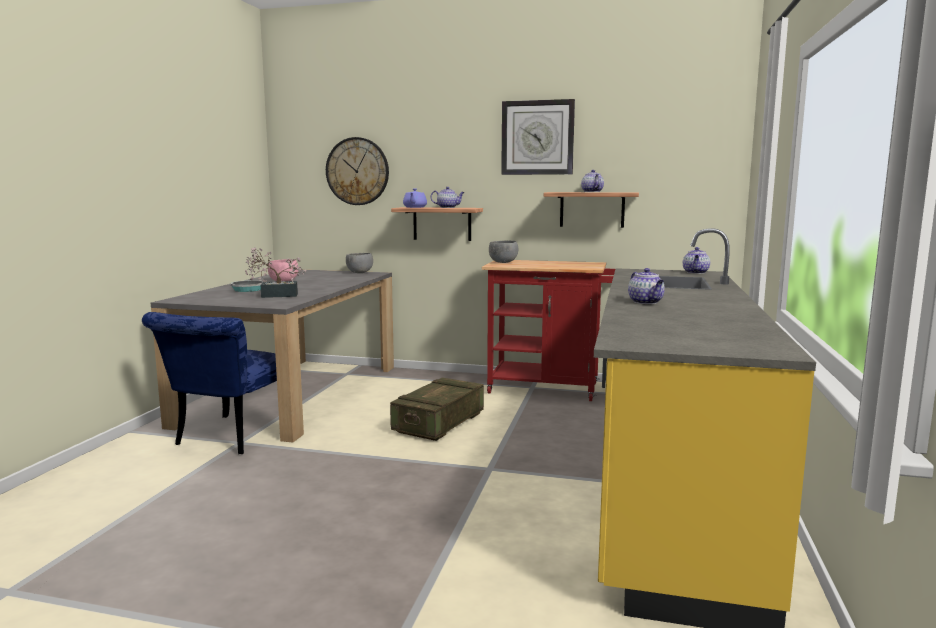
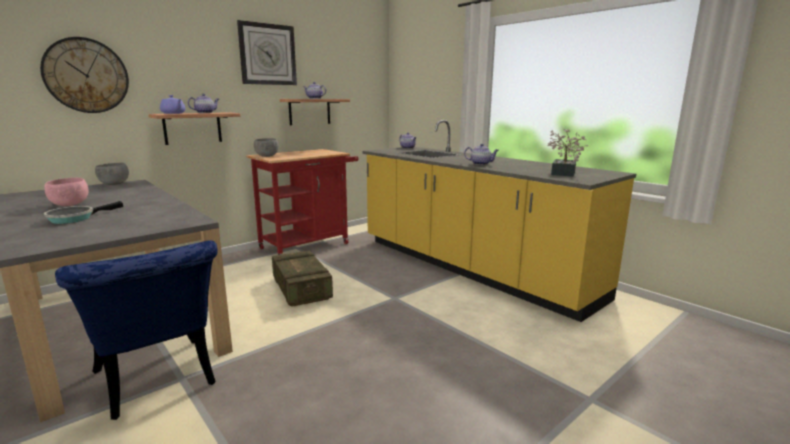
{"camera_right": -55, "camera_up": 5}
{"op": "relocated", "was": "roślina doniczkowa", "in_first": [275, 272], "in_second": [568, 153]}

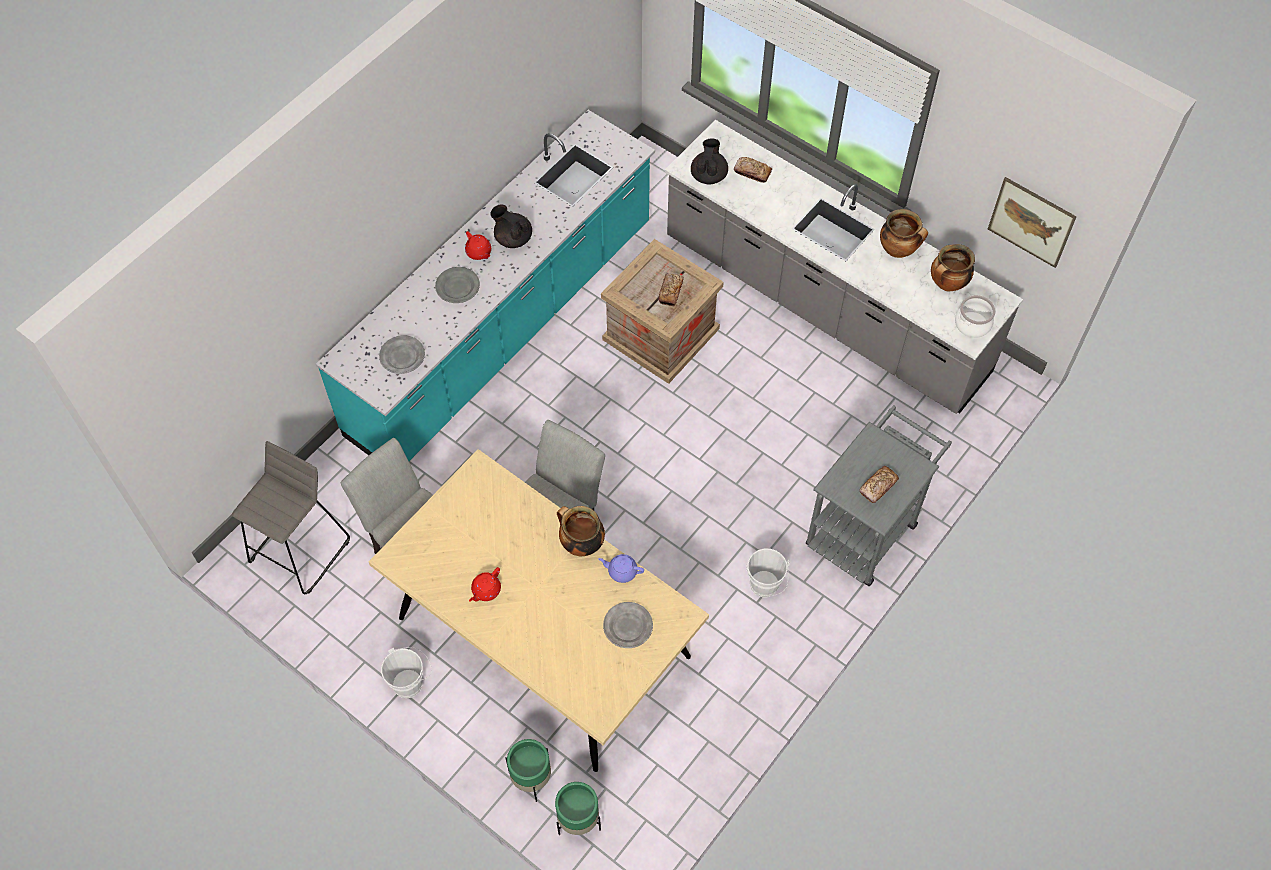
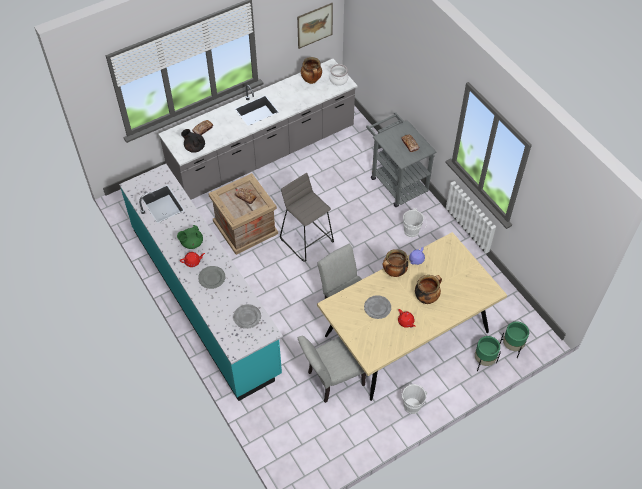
{"camera_right": -70, "camera_up": -5}
{"op": "relocated", "was": "stołek [szary]", "in_first": [291, 517], "in_second": [307, 217]}
{"op": "colour", "was": "imbryk [czarny]", "now": "imbryk [zielony]", "in_first": [511, 226], "in_second": [190, 237]}
{"op": "relocated", "was": "talerz [szary]", "in_first": [628, 625], "in_second": [377, 307]}
{"op": "relocated", "was": "garnek", "in_first": [904, 233], "in_second": [428, 289]}

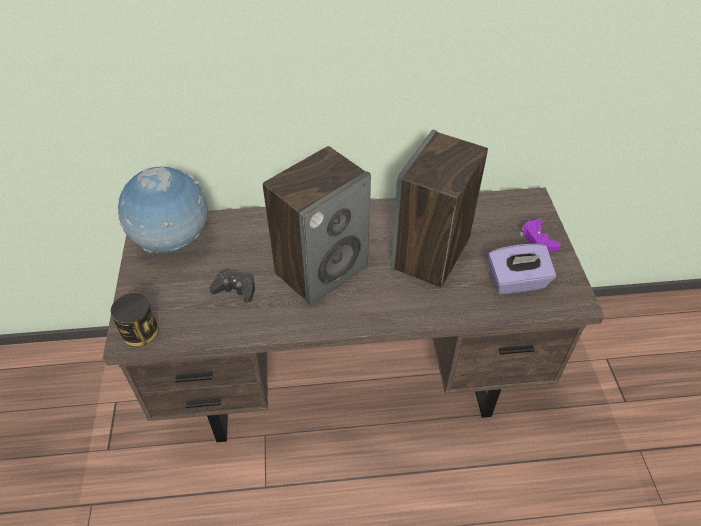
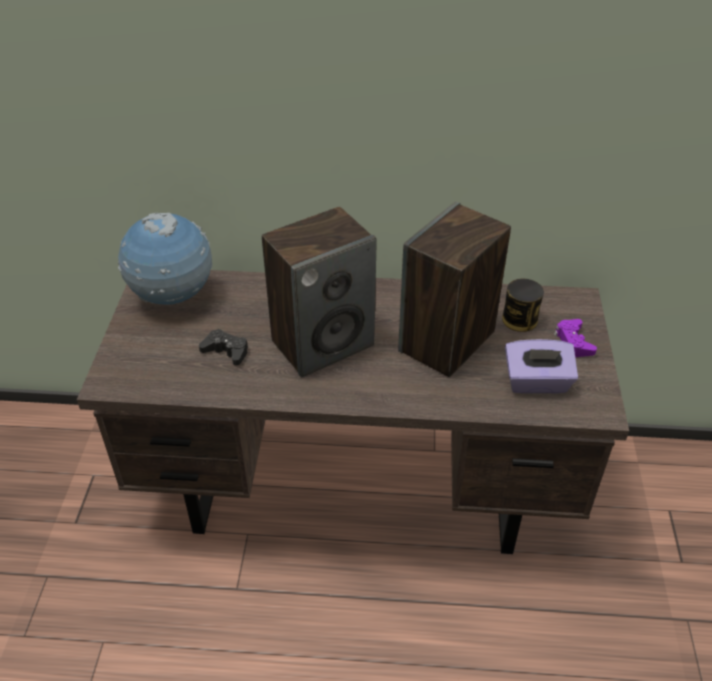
{"camera_right": 10, "camera_up": -5}
{"op": "relocated", "was": "puszka", "in_first": [135, 320], "in_second": [523, 305]}

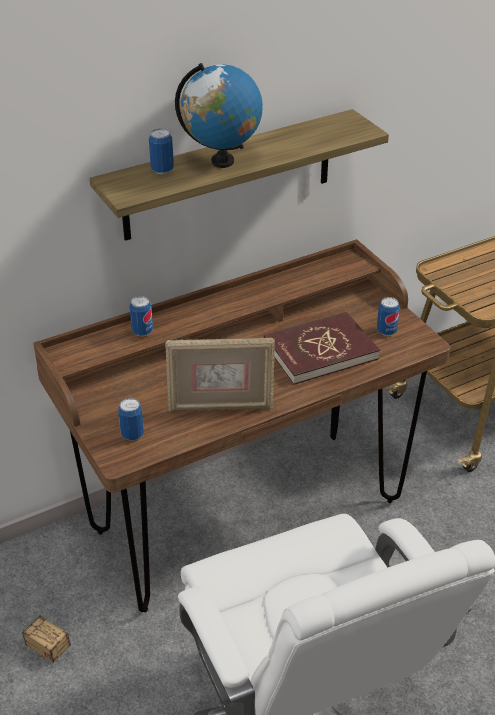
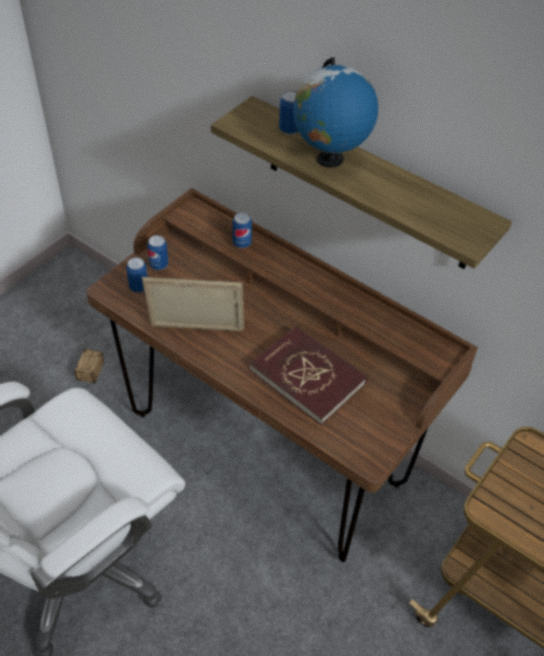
{"camera_right": 65, "camera_up": 10}
{"op": "spun", "was": "ramka na zdjęcie", "in_first": [220, 375], "in_second": [193, 304], "clockwise": 120}
{"op": "relocated", "was": "puszka", "in_first": [388, 316], "in_second": [157, 252]}

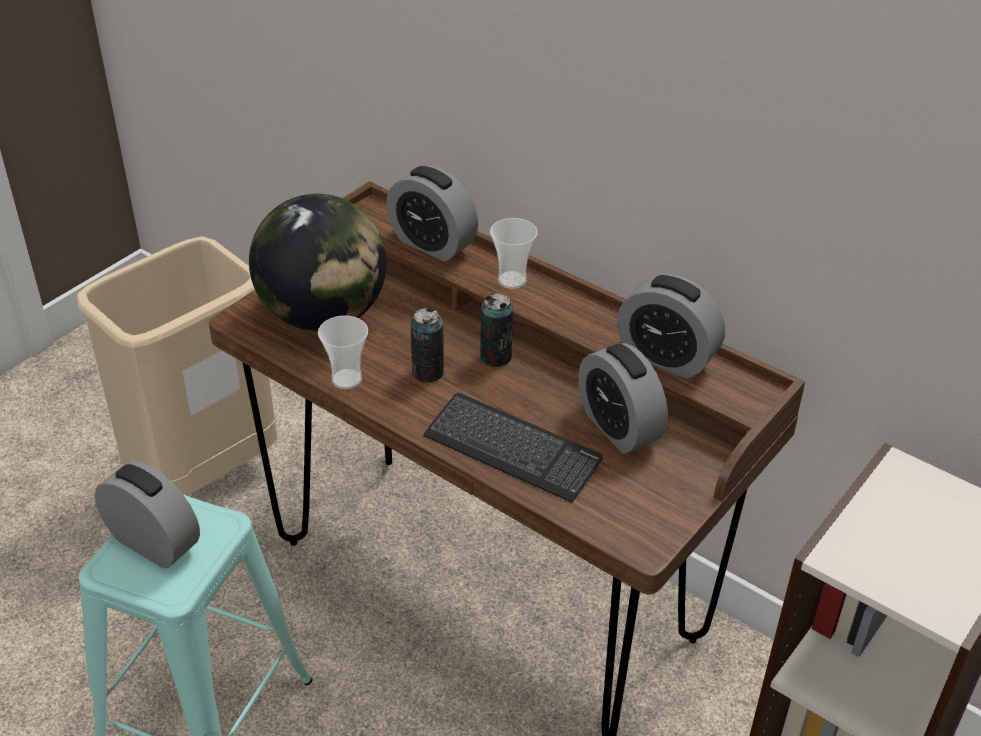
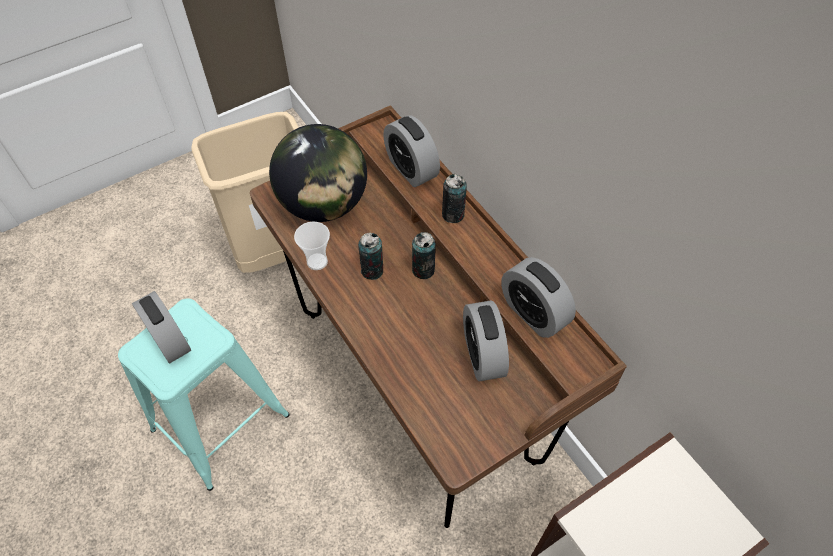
{"camera_right": 20, "camera_up": 15}
{"op": "missing", "was": "klawiatura", "in_first": [513, 448]}
{"op": "exchanged", "was": "filiżanka", "now": "puszka", "in_first": [514, 253], "in_second": [454, 198]}

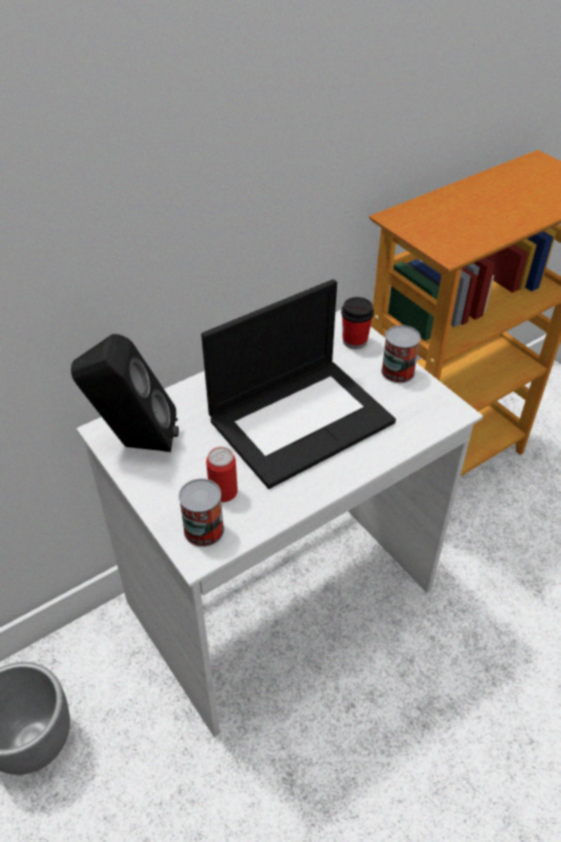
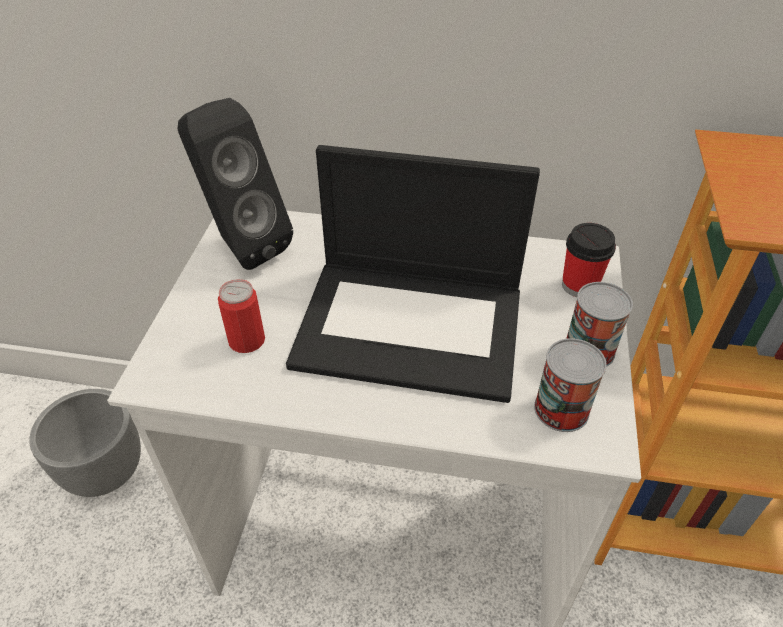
{"camera_right": 45, "camera_up": 0}
{"op": "relocated", "was": "puszka", "in_first": [201, 512], "in_second": [570, 385]}

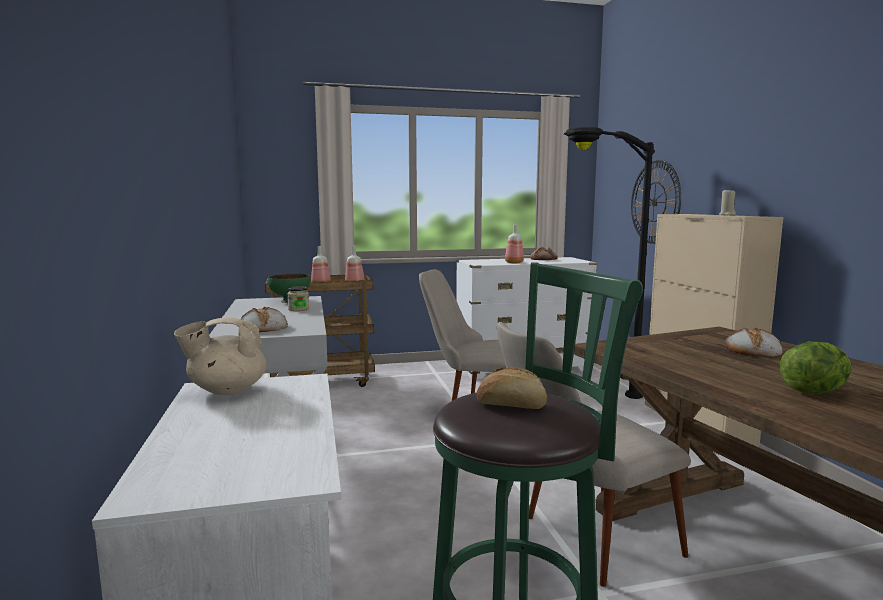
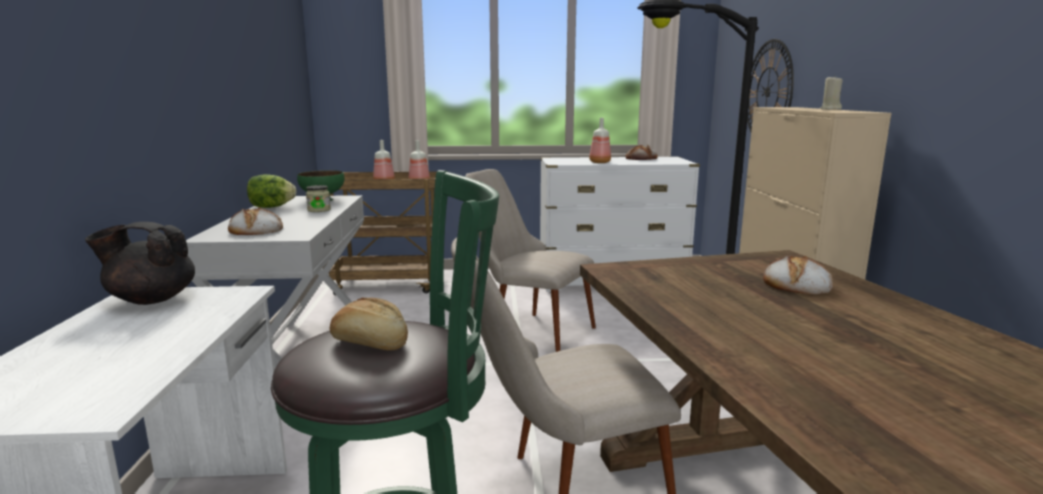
{"camera_right": 10, "camera_up": 5}
{"op": "colour", "was": "imbryk [beżowy]", "now": "imbryk [czarny]", "in_first": [220, 356], "in_second": [140, 263]}
{"op": "relocated", "was": "sałata", "in_first": [815, 368], "in_second": [272, 191]}

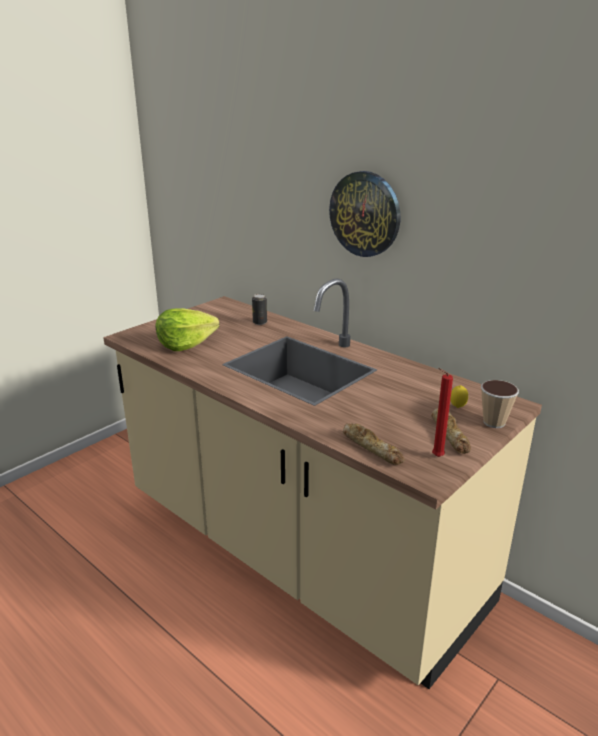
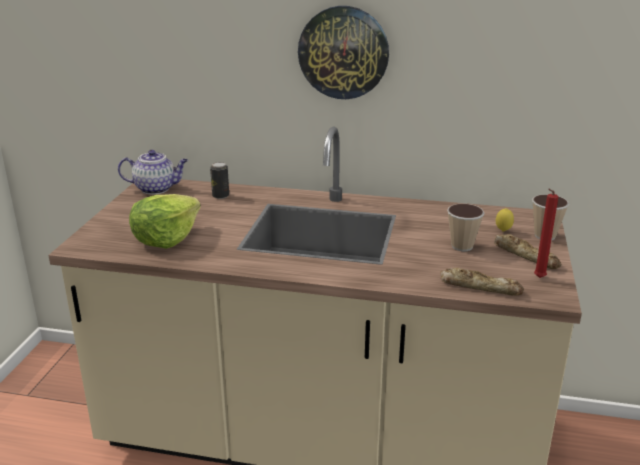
{"camera_right": -30, "camera_up": 0}
{"op": "appeared", "now": "imbryk", "in_second": [153, 172]}
{"op": "appeared", "now": "filiżanka", "in_second": [465, 227]}

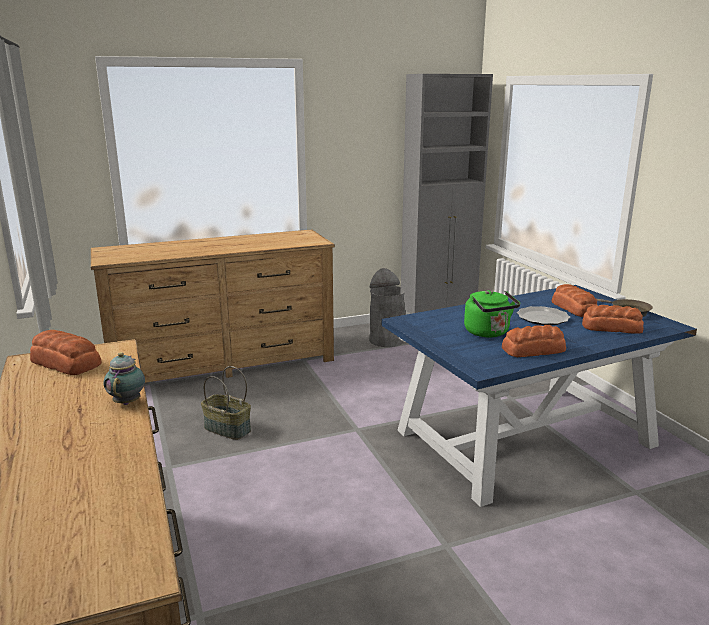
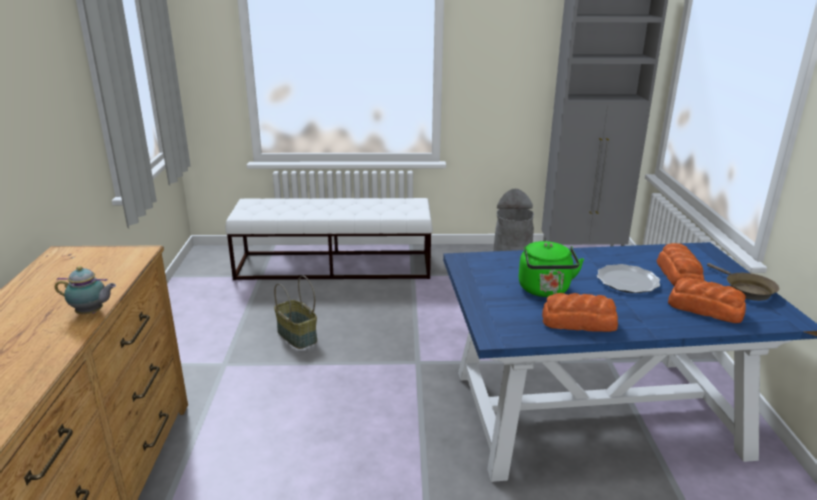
{"camera_right": 20, "camera_up": 5}
{"op": "missing", "was": "chleb", "in_first": [65, 352]}
{"op": "exchanged", "was": "komoda [brązowy]", "now": "ławka [biały]", "in_first": [213, 306], "in_second": [329, 239]}
{"op": "spun", "was": "imbryk", "in_first": [124, 378], "in_second": [85, 290], "clockwise": 75}

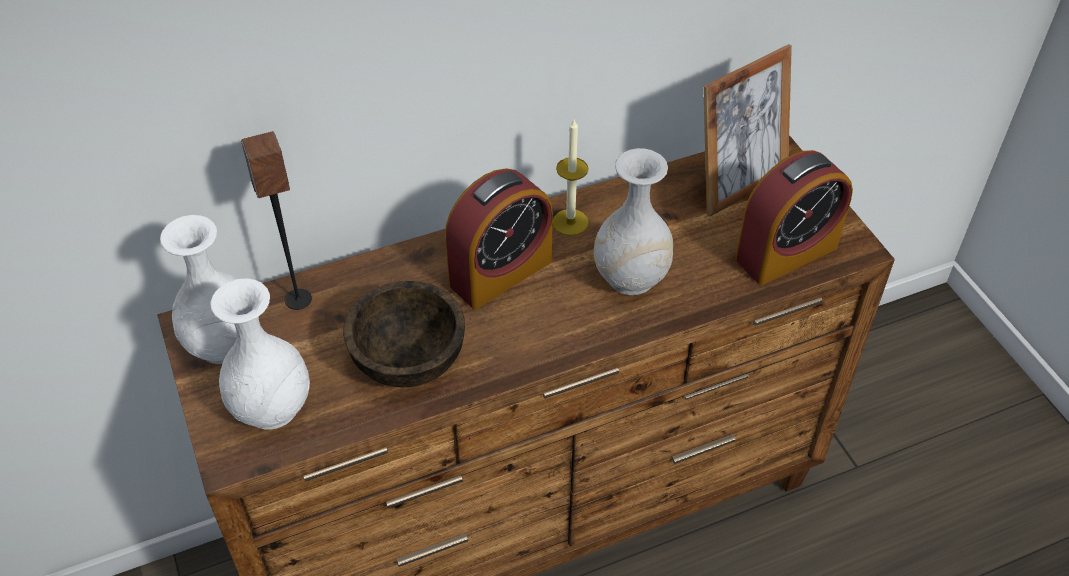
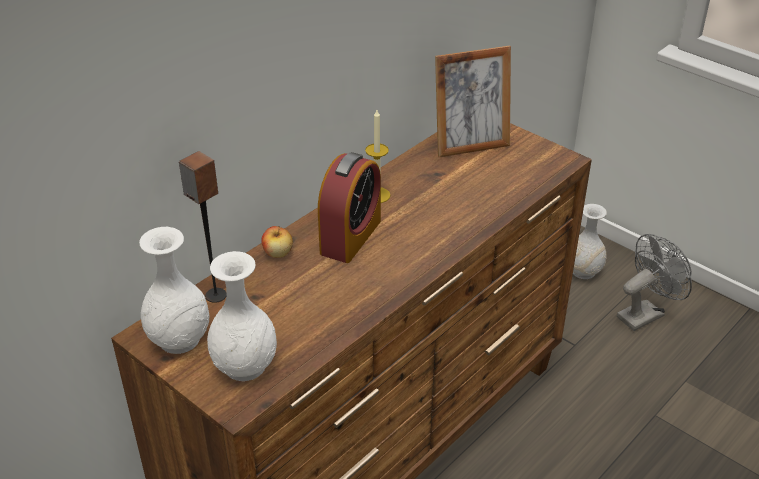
{"camera_right": -25, "camera_up": -10}
{"op": "missing", "was": "miska [brązowy]", "in_first": [404, 334]}
{"op": "relocated", "was": "wazon [biały]", "in_first": [633, 221], "in_second": [590, 241]}
{"op": "spun", "was": "ramka na zdjęcie", "in_first": [747, 130], "in_second": [473, 101], "clockwise": 45}
{"op": "missing", "was": "budzik", "in_first": [794, 217]}
{"op": "appeared", "now": "jabłko", "in_second": [277, 242]}
{"op": "appeared", "now": "wentylator [szary]", "in_second": [654, 282]}

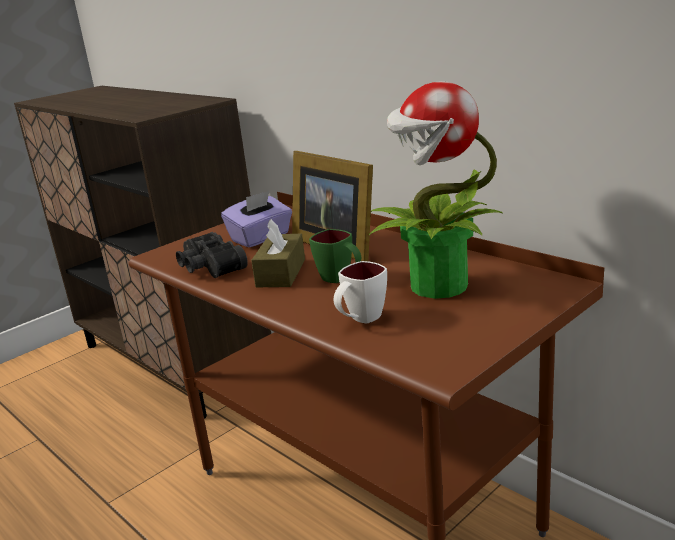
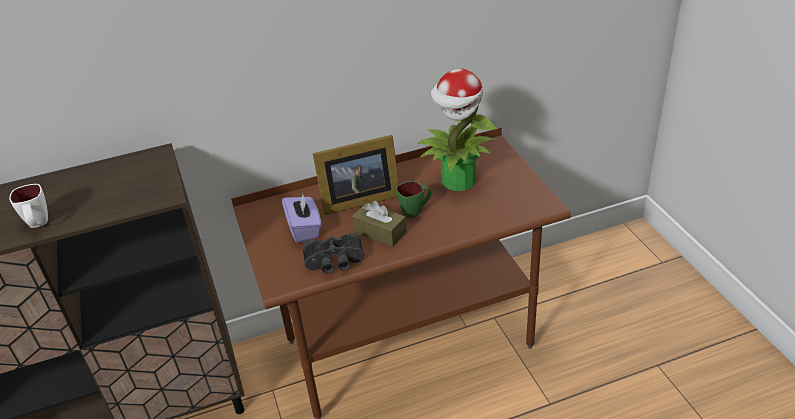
{"camera_right": -65, "camera_up": 15}
{"op": "relocated", "was": "kubek [biały]", "in_first": [360, 292], "in_second": [28, 206]}

